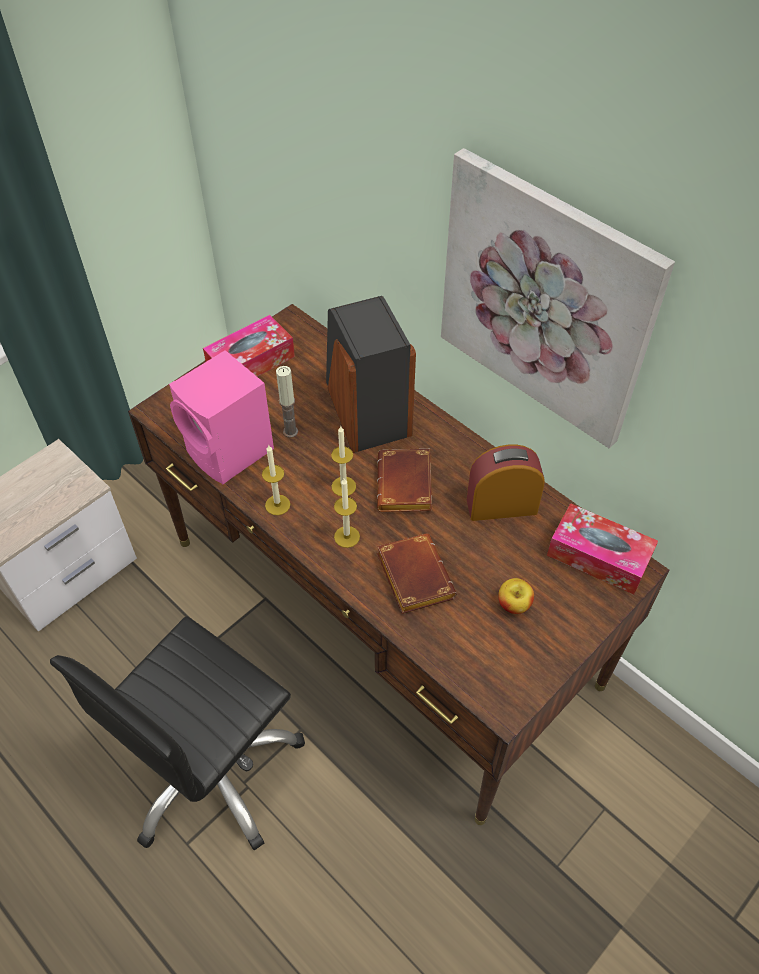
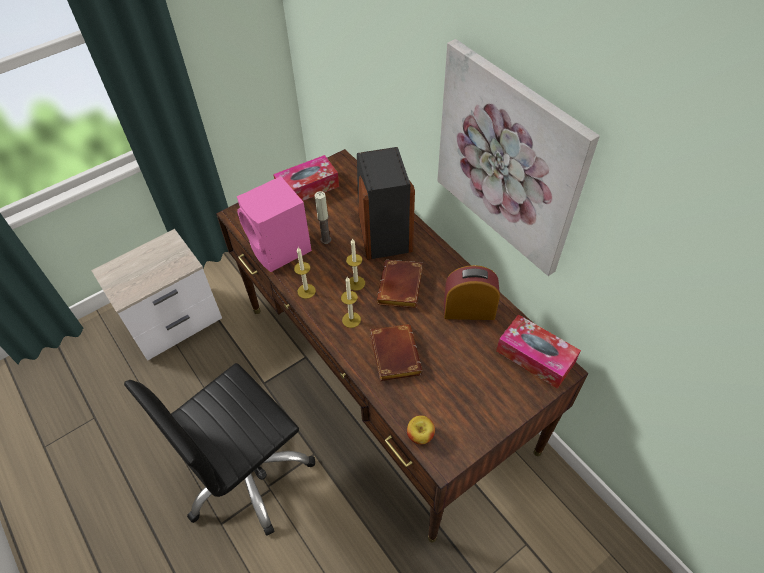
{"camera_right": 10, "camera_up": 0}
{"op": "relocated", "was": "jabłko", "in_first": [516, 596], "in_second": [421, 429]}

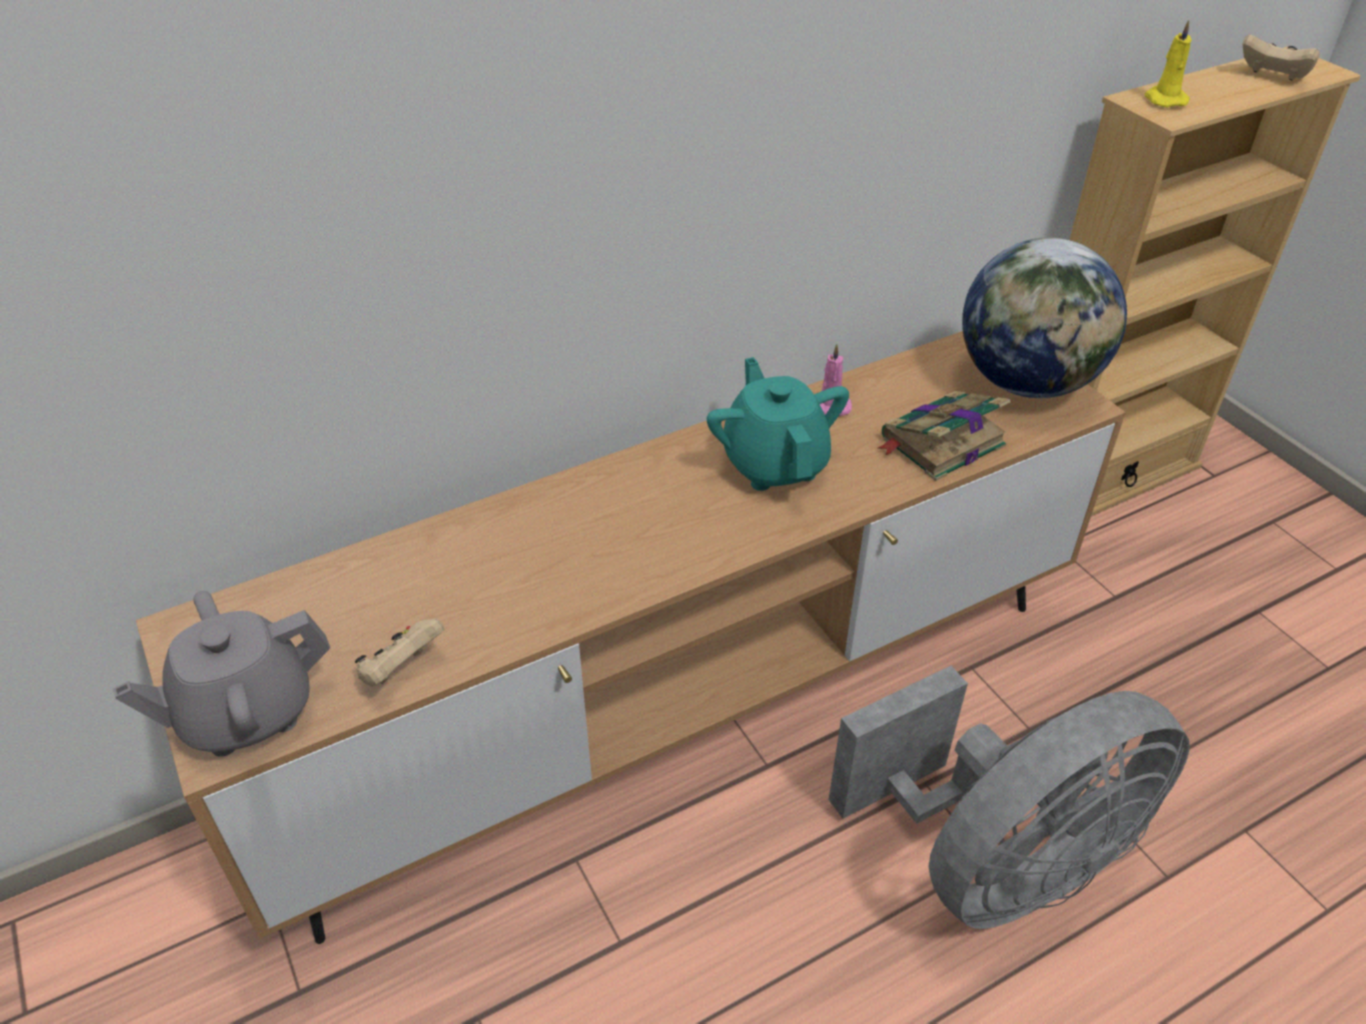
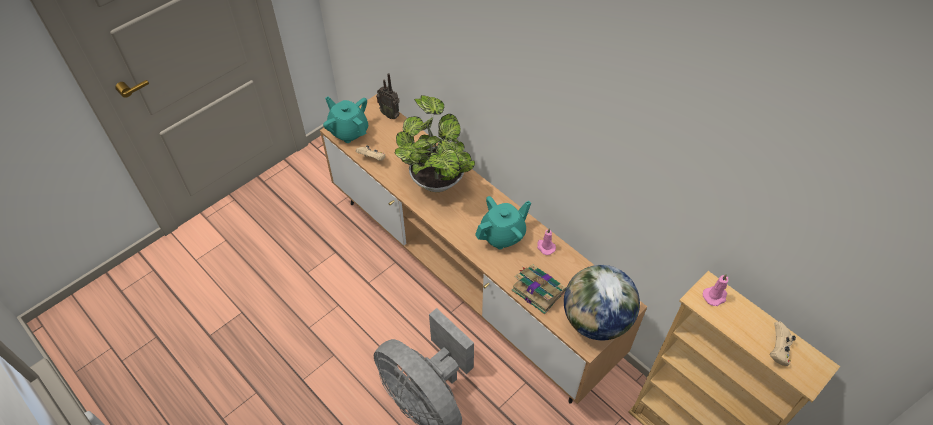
{"camera_right": 75, "camera_up": 10}
{"op": "colour", "was": "imbryk [szary]", "now": "imbryk [turkusowy]", "in_first": [221, 674], "in_second": [345, 120]}
{"op": "colour", "was": "świeca [żółty]", "now": "świeca [różowy]", "in_first": [1168, 63], "in_second": [715, 290]}
{"op": "appeared", "now": "radio", "in_second": [388, 96]}
{"op": "appeared", "now": "roślina doniczkowa", "in_second": [435, 143]}

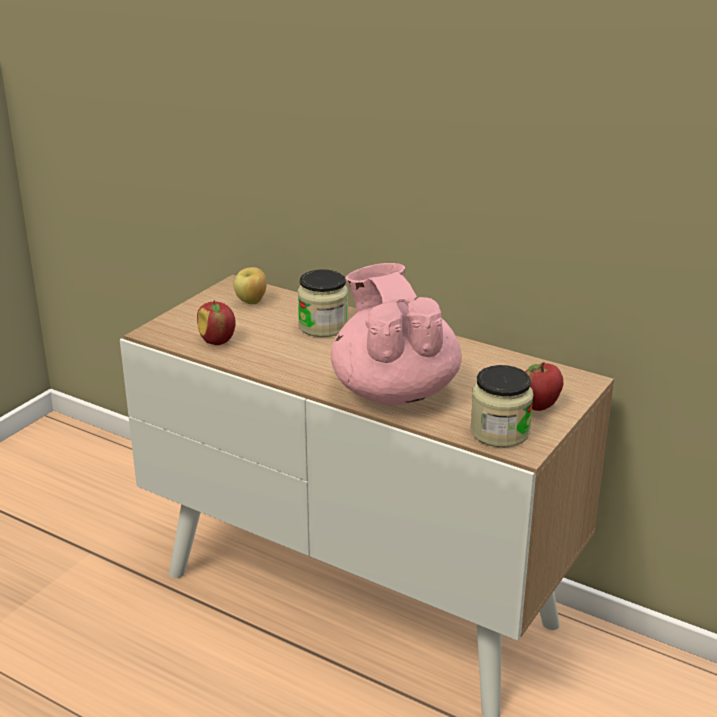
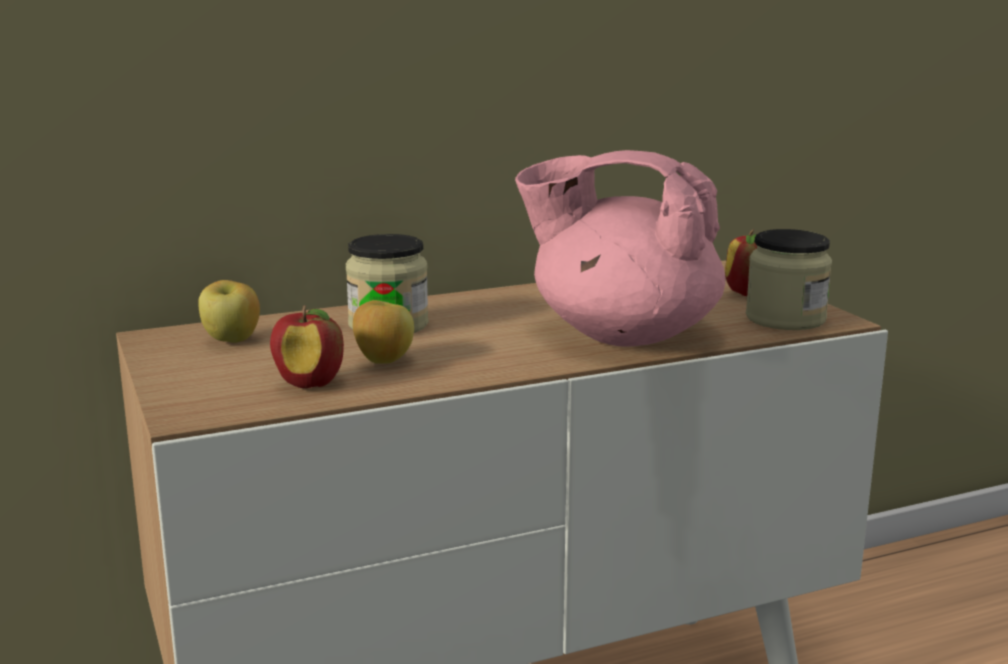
{"camera_right": -55, "camera_up": -10}
{"op": "appeared", "now": "jabłko", "in_second": [383, 332]}

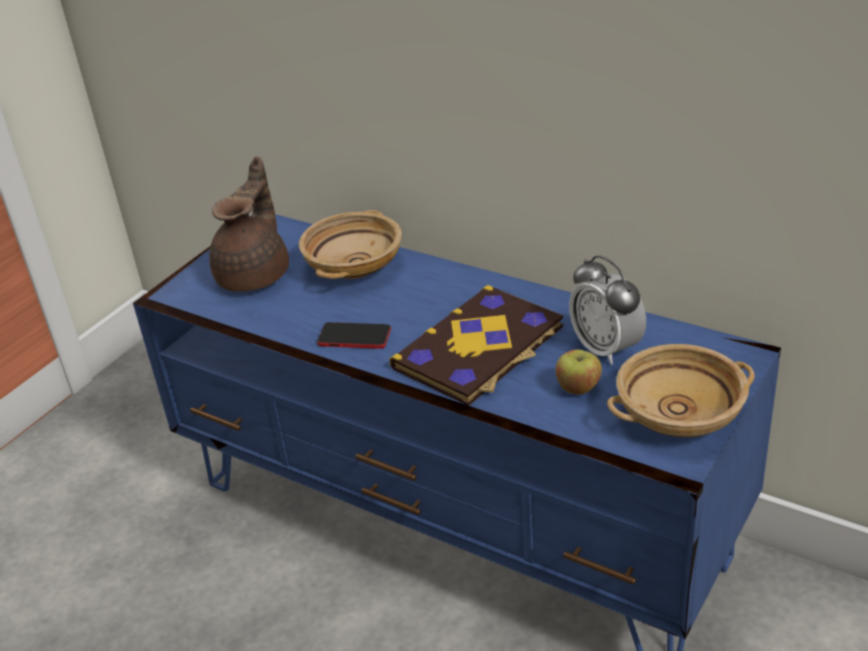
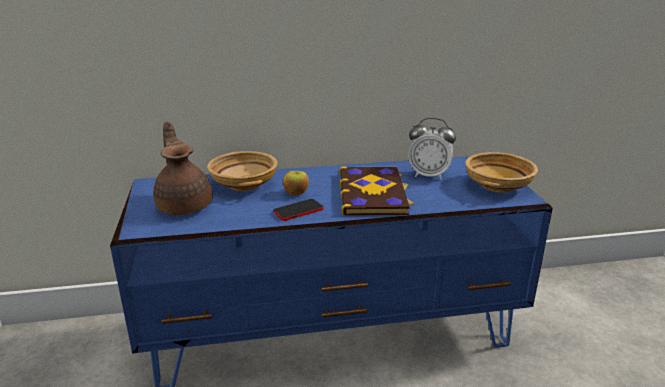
{"camera_right": -45, "camera_up": -10}
{"op": "relocated", "was": "jabłko", "in_first": [579, 372], "in_second": [296, 183]}

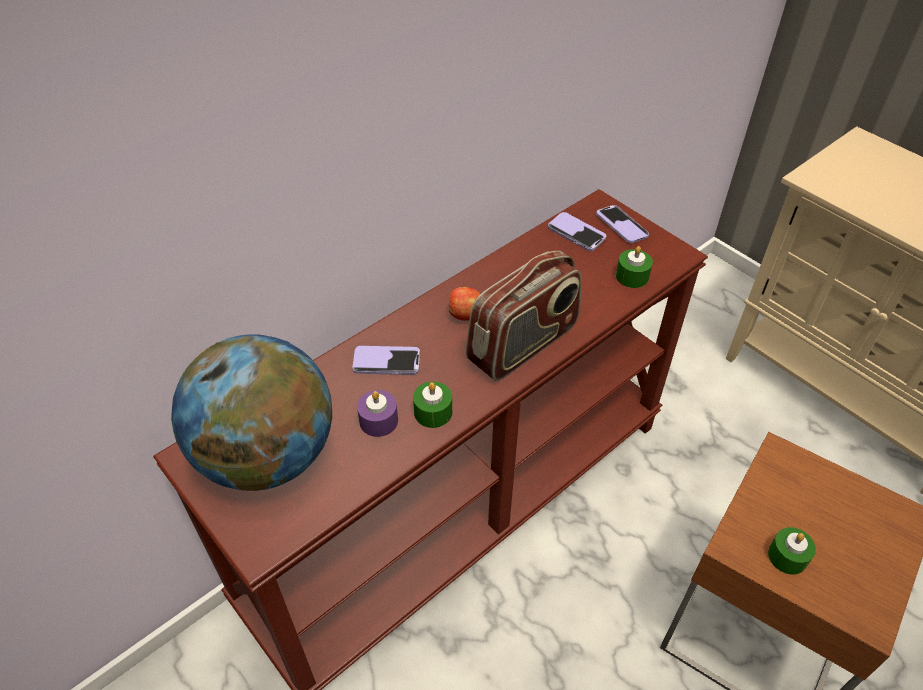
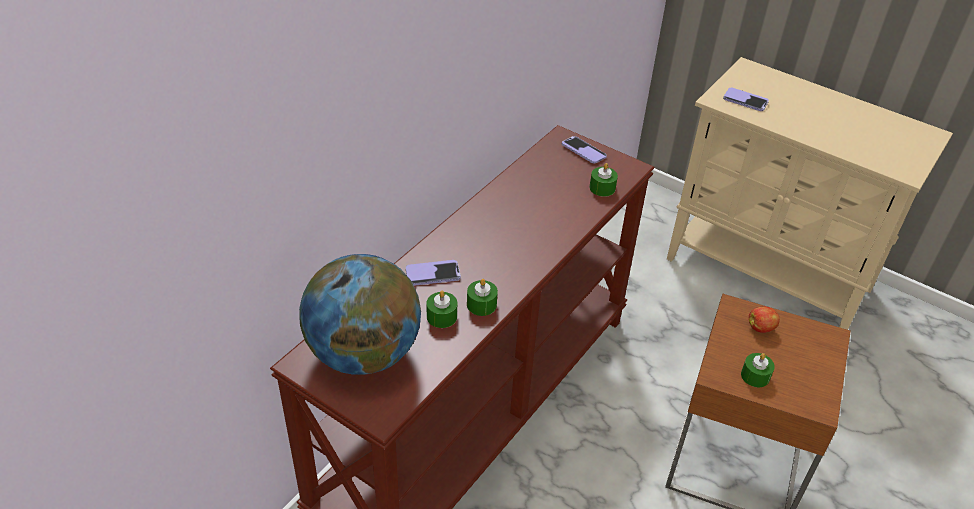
{"camera_right": -15, "camera_up": -5}
{"op": "colour", "was": "świeca [fioletowy]", "now": "świeca [zielony]", "in_first": [377, 413], "in_second": [442, 309]}
{"op": "relocated", "was": "jabłko", "in_first": [464, 304], "in_second": [764, 320]}
{"op": "missing", "was": "radio", "in_first": [524, 316]}
{"op": "relocated", "was": "telefon", "in_first": [577, 231], "in_second": [746, 99]}

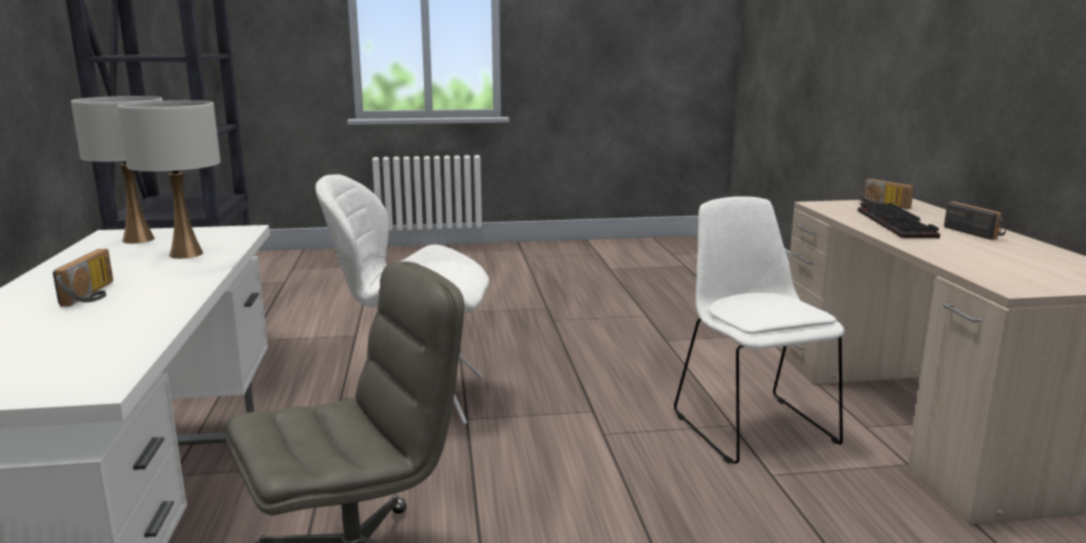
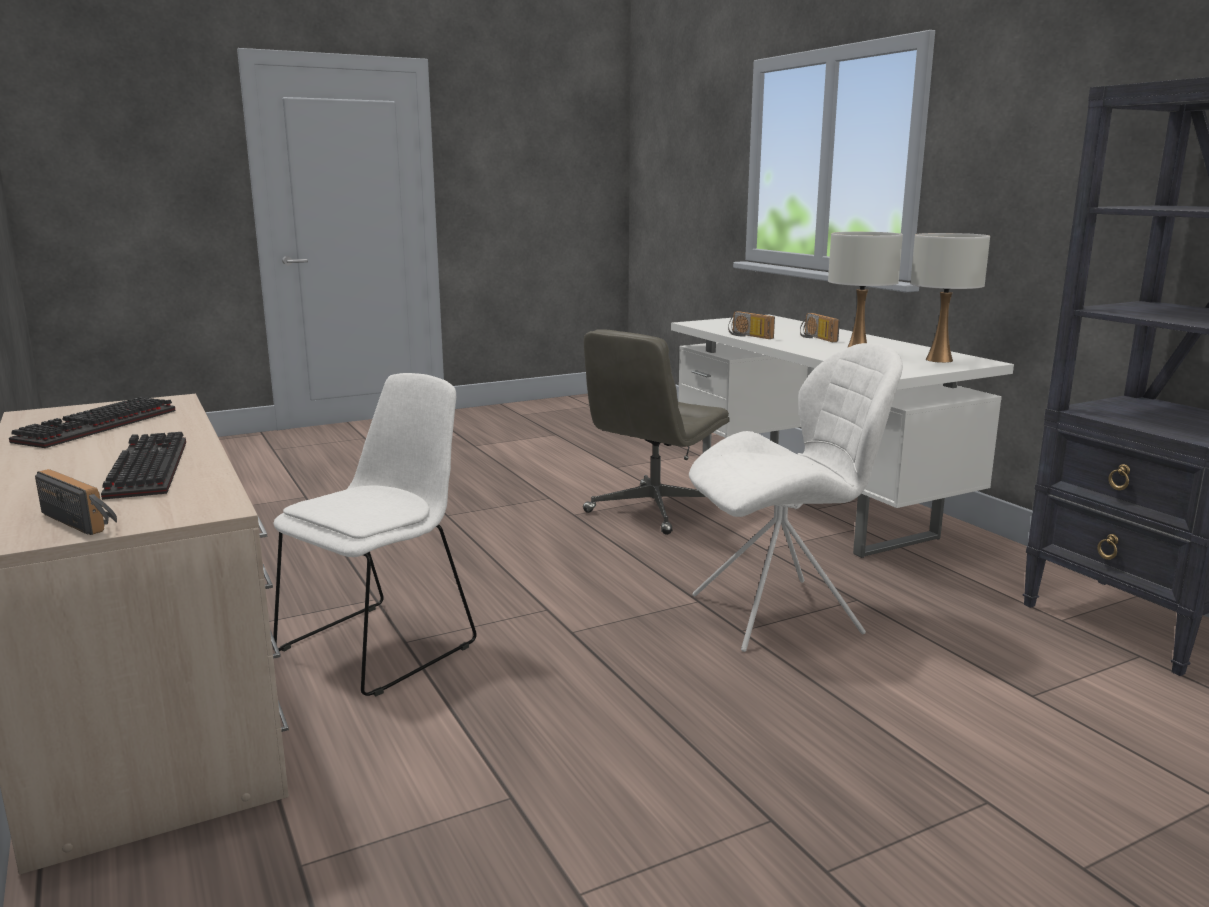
{"camera_right": 160, "camera_up": 0}
{"op": "spun", "was": "krzesło [biały]", "in_first": [759, 330], "in_second": [375, 534], "clockwise": -105}
{"op": "relocated", "was": "radio", "in_first": [975, 220], "in_second": [751, 325]}
{"op": "appeared", "now": "klawiatura", "in_second": [92, 422]}

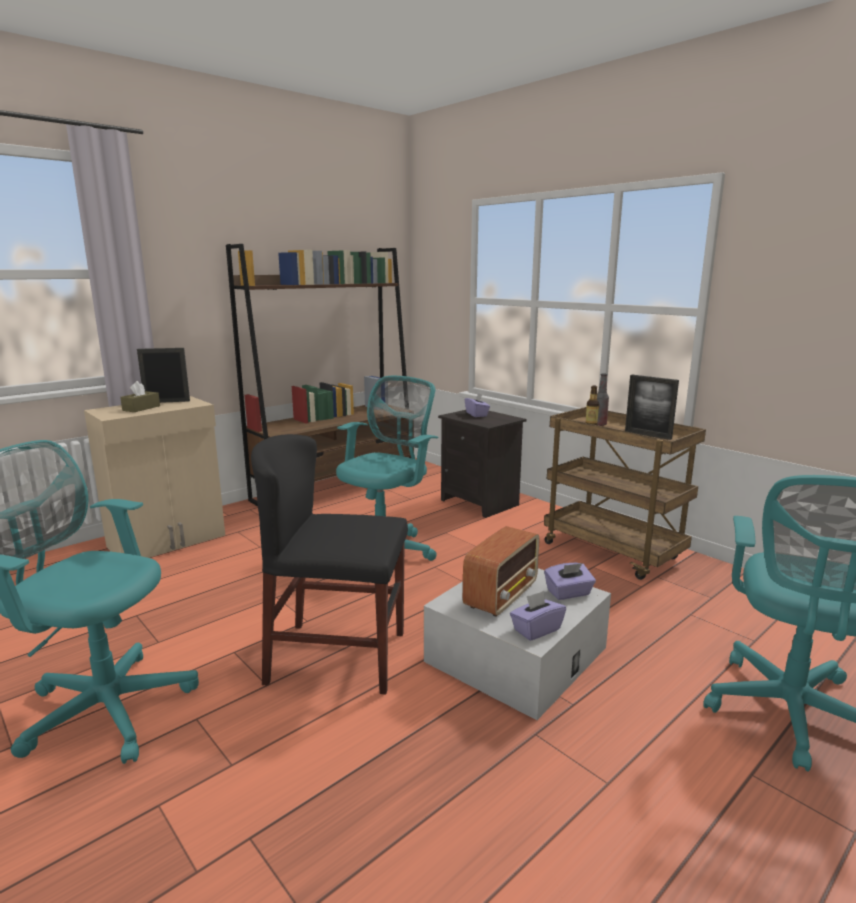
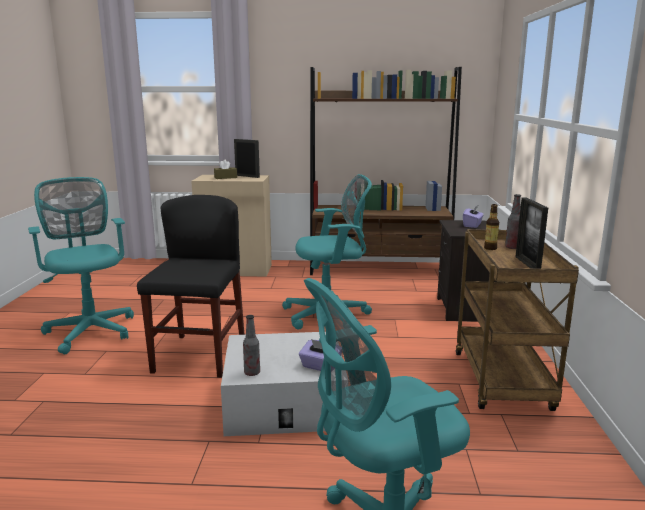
{"camera_right": 45, "camera_up": 0}
{"op": "spun", "was": "krzesło [czarny]", "in_first": [329, 564], "in_second": [190, 286], "clockwise": 45}
{"op": "missing", "was": "radio", "in_first": [501, 571]}
{"op": "exchanged", "was": "pudełko chusteczek [fioletowy]", "now": "butelka", "in_first": [538, 616], "in_second": [251, 345]}

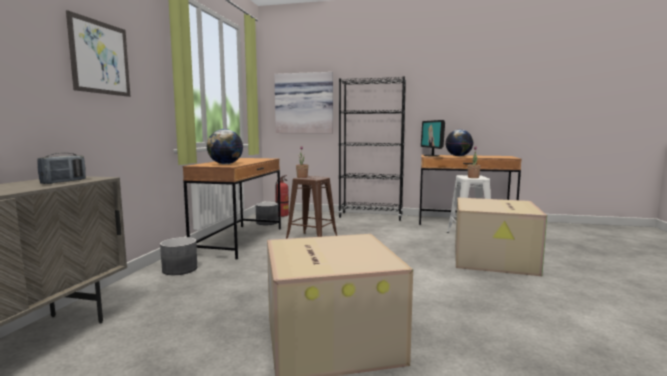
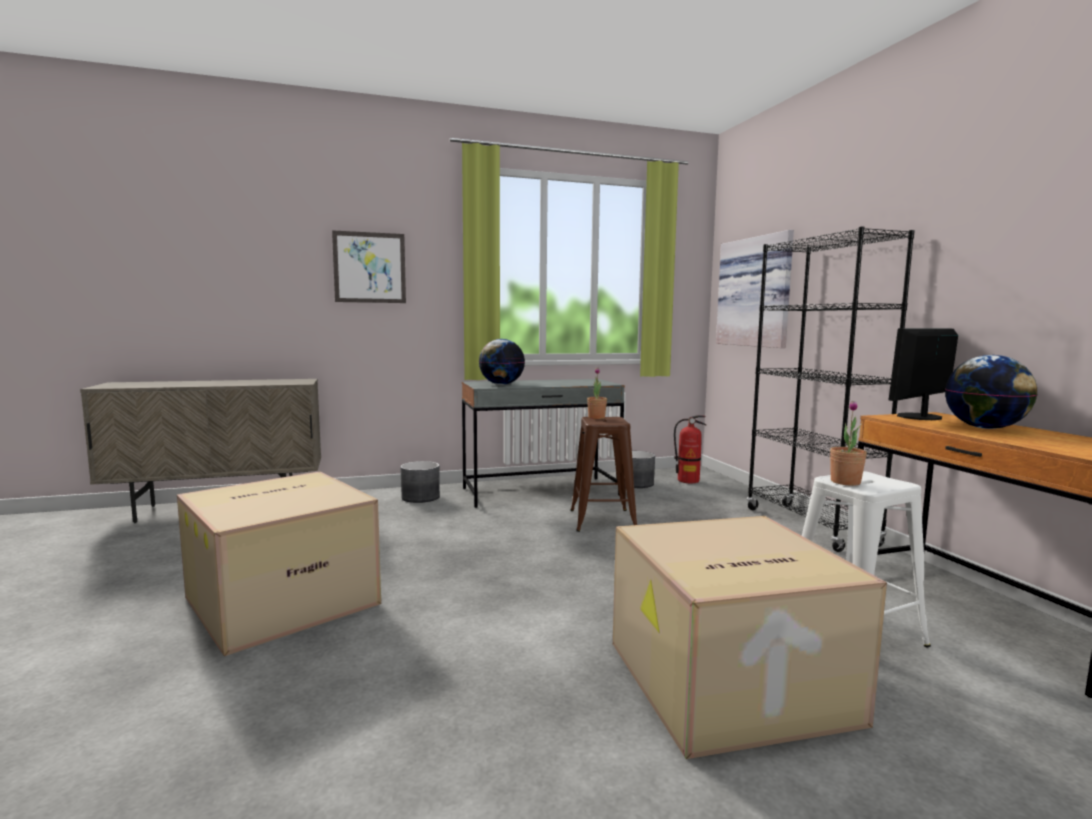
{"camera_right": 60, "camera_up": 0}
{"op": "missing", "was": "radio", "in_first": [61, 168]}
{"op": "colour", "was": "biurko [brązowy]", "now": "biurko [szary]", "in_first": [232, 209], "in_second": [543, 443]}

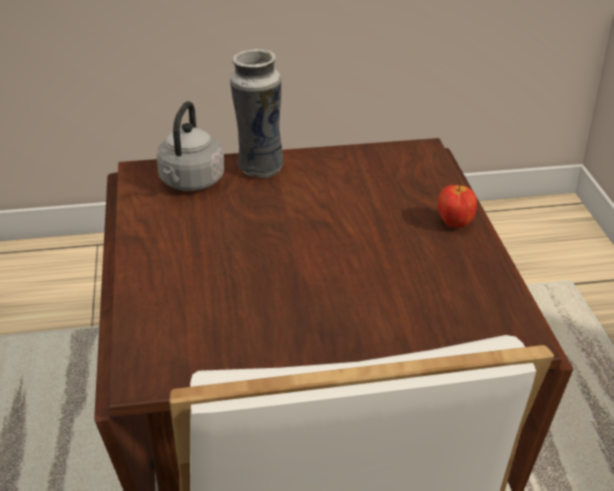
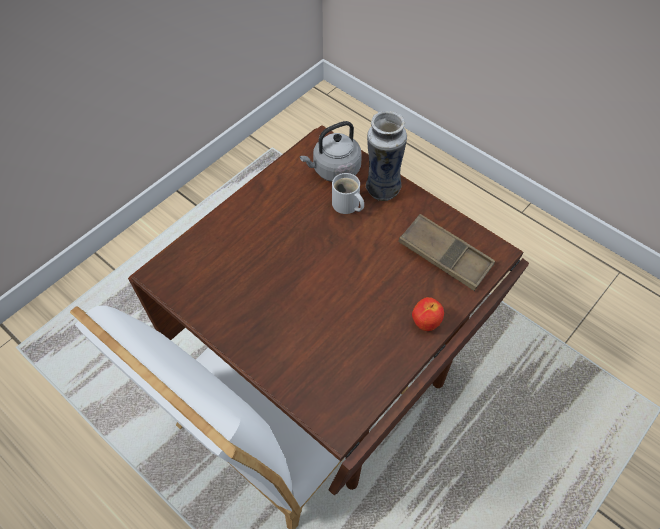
{"camera_right": 50, "camera_up": 20}
{"op": "appeared", "now": "kubek [biały]", "in_second": [348, 193]}
{"op": "appeared", "now": "taca [brązowy]", "in_second": [446, 252]}

